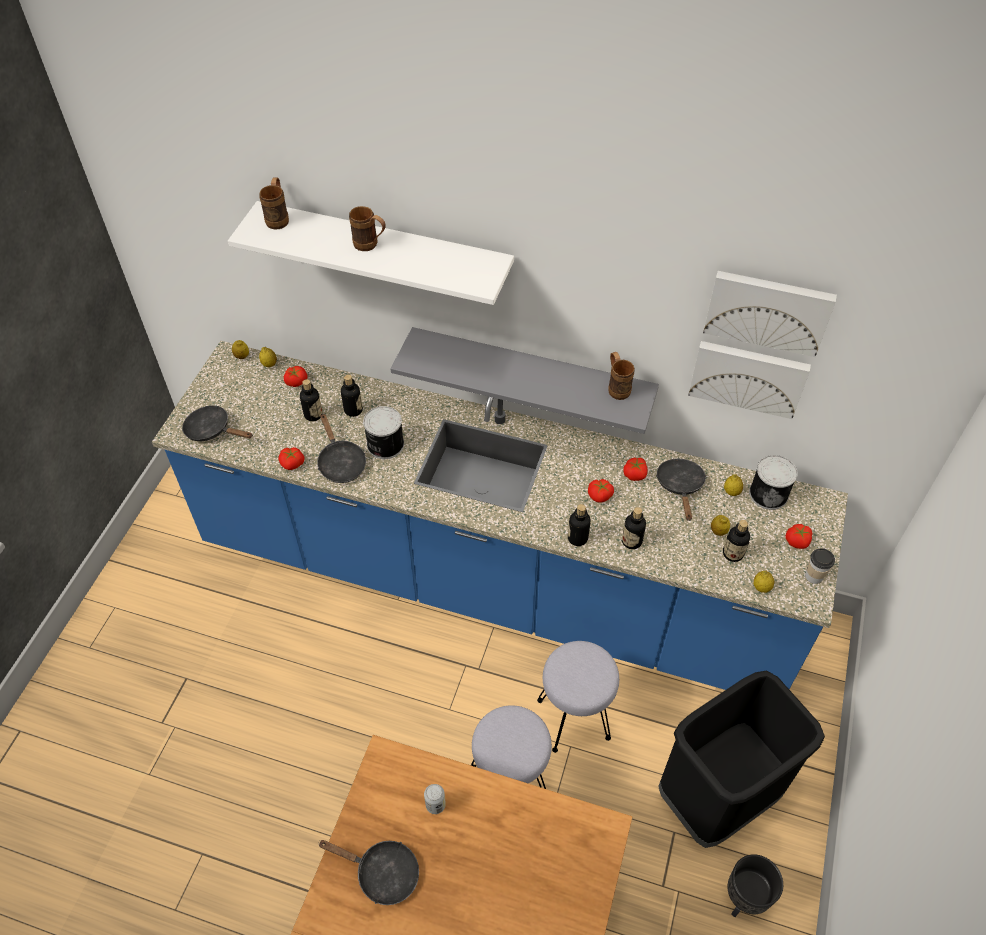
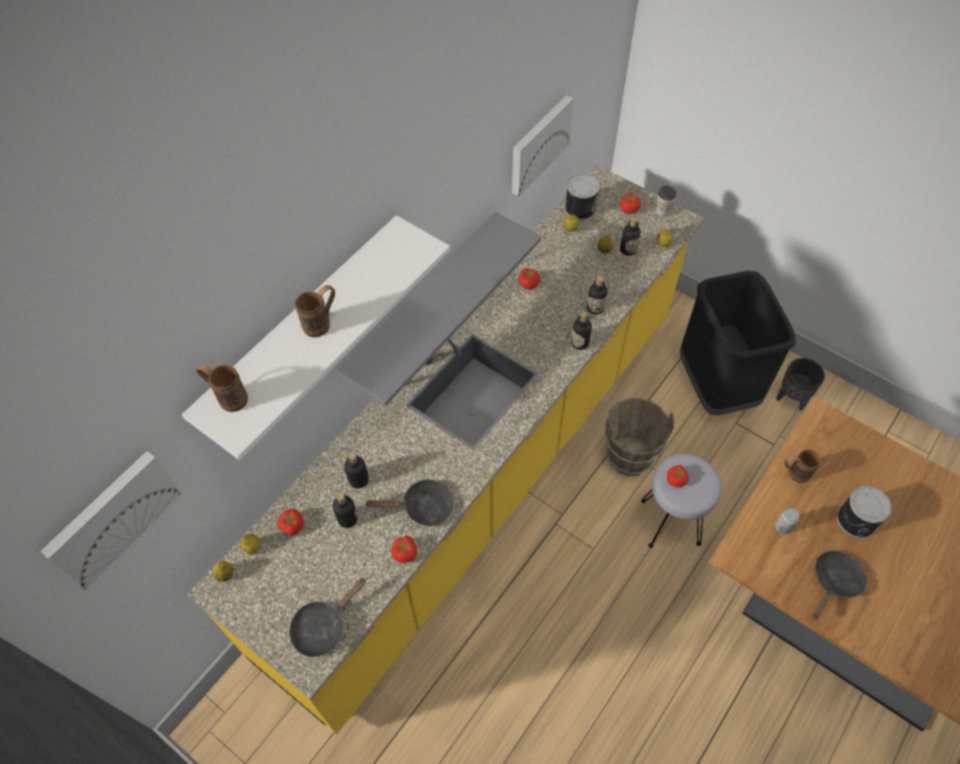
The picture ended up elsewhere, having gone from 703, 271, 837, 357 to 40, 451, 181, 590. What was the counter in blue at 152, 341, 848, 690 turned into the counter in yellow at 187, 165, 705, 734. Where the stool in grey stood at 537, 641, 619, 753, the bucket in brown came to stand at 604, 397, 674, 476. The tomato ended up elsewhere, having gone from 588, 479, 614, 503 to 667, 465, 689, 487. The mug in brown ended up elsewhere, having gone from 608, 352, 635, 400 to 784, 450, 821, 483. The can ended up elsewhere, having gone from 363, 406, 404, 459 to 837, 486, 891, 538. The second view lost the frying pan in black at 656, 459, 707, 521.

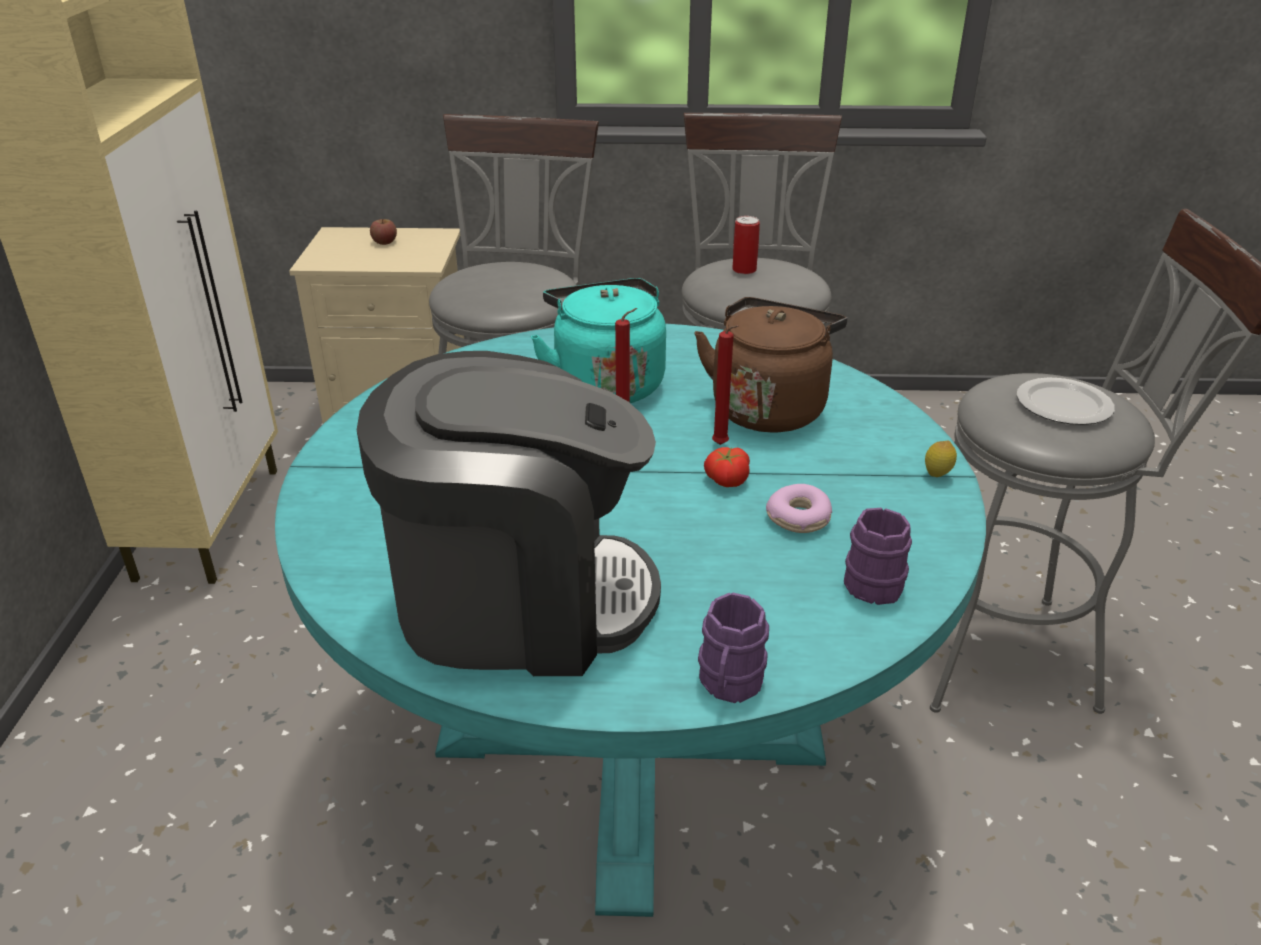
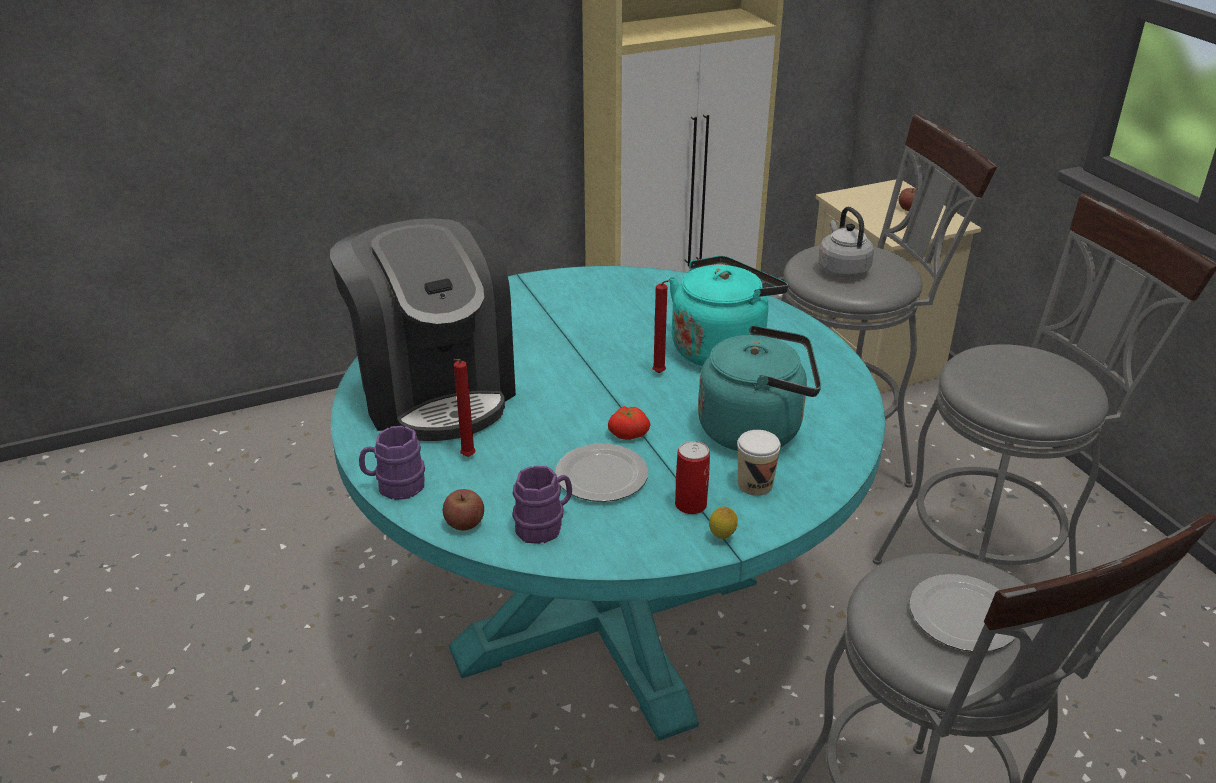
The second view gained the apple at 443, 489, 484, 530. The candle in red ended up elsewhere, having gone from 712, 325, 739, 445 to 453, 359, 476, 457. Where the donut stood at 766, 484, 832, 533, the plate came to stand at 555, 444, 648, 502. The can ended up elsewhere, having gone from 732, 216, 760, 274 to 675, 441, 710, 514. What was the kettle in brown at 694, 297, 847, 433 turned into the kettle in turquoise at 698, 325, 821, 451. The second view gained the cup at 737, 430, 781, 496. The second view gained the kettle in grey at 819, 207, 874, 278.

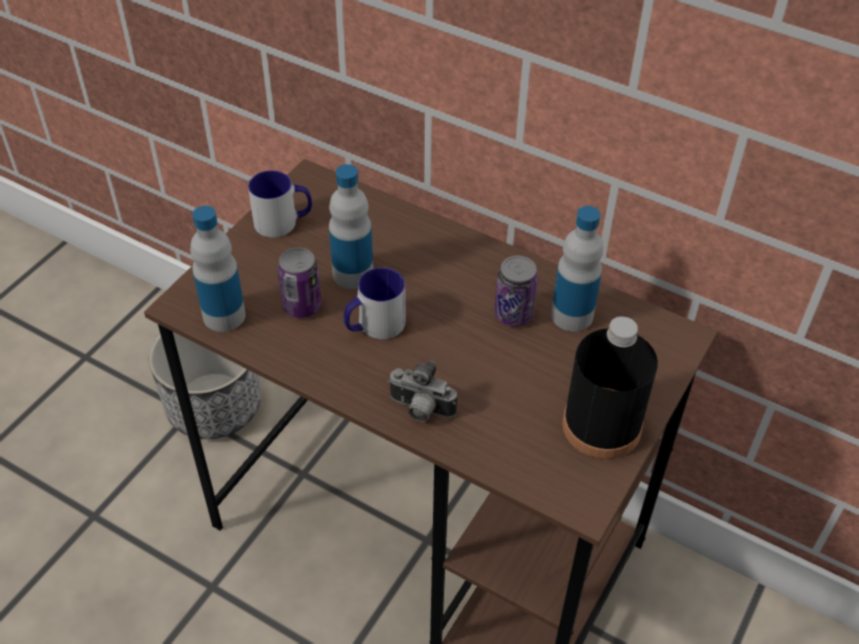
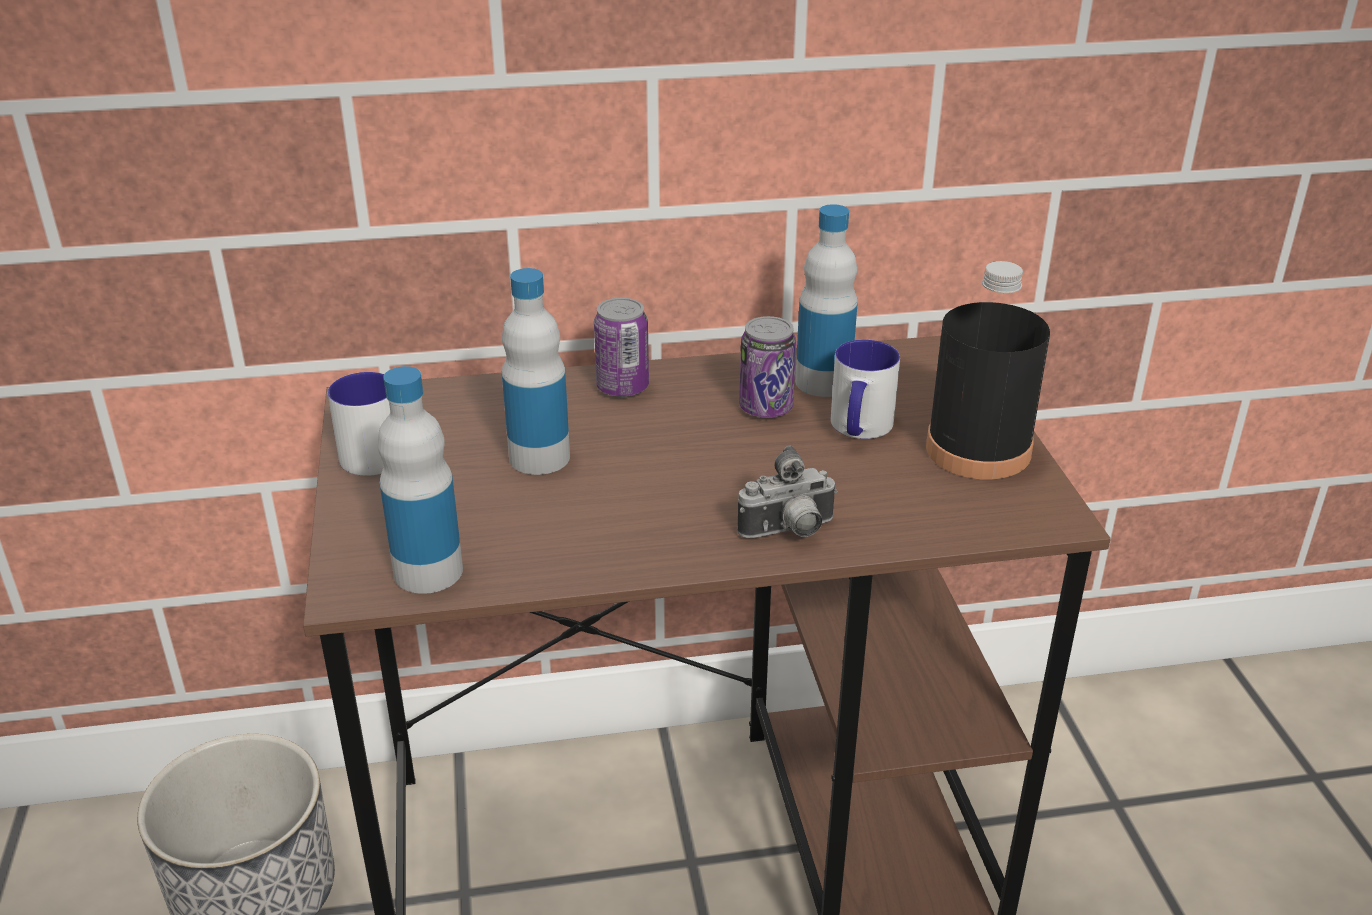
The can ended up elsewhere, having gone from 277, 247, 322, 318 to 594, 298, 649, 397. The mug ended up elsewhere, having gone from 344, 267, 406, 339 to 831, 340, 900, 439.

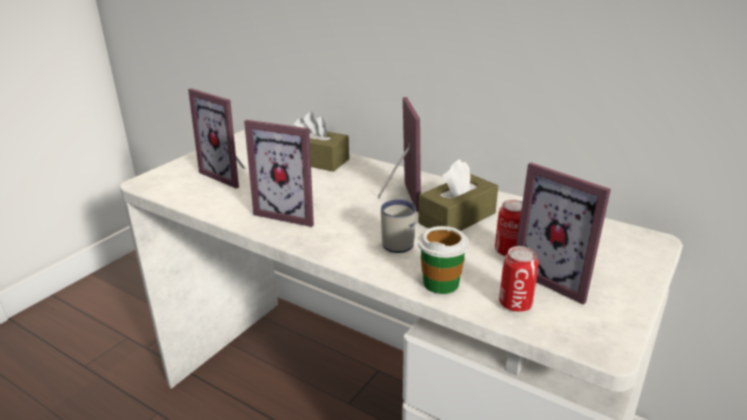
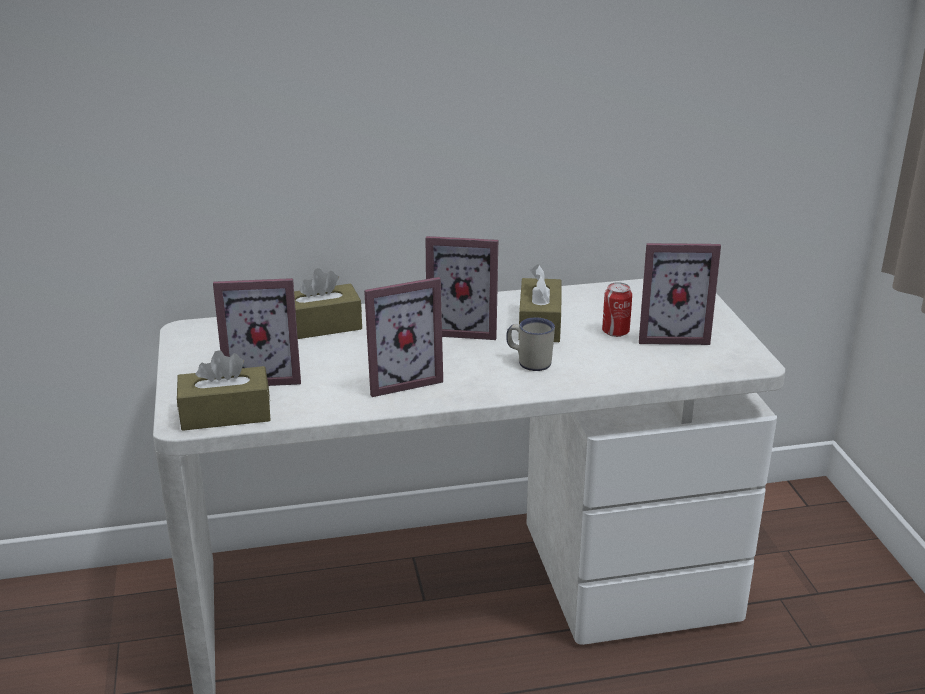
The second view gained the tissue box in brown at 177, 350, 271, 431. The picture frame at 378, 97, 421, 212 ended up facing another way, 150 degrees clockwise from before. The second view lost the cup at 418, 226, 469, 294. The second view lost the can at 499, 246, 539, 312.

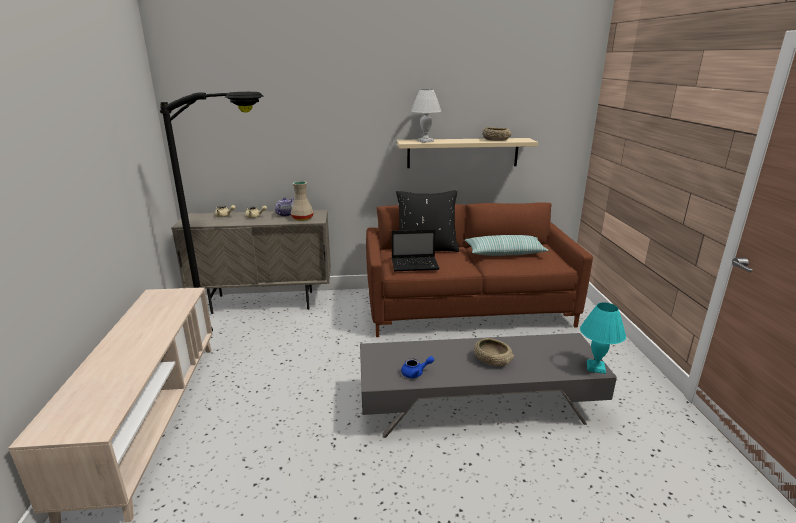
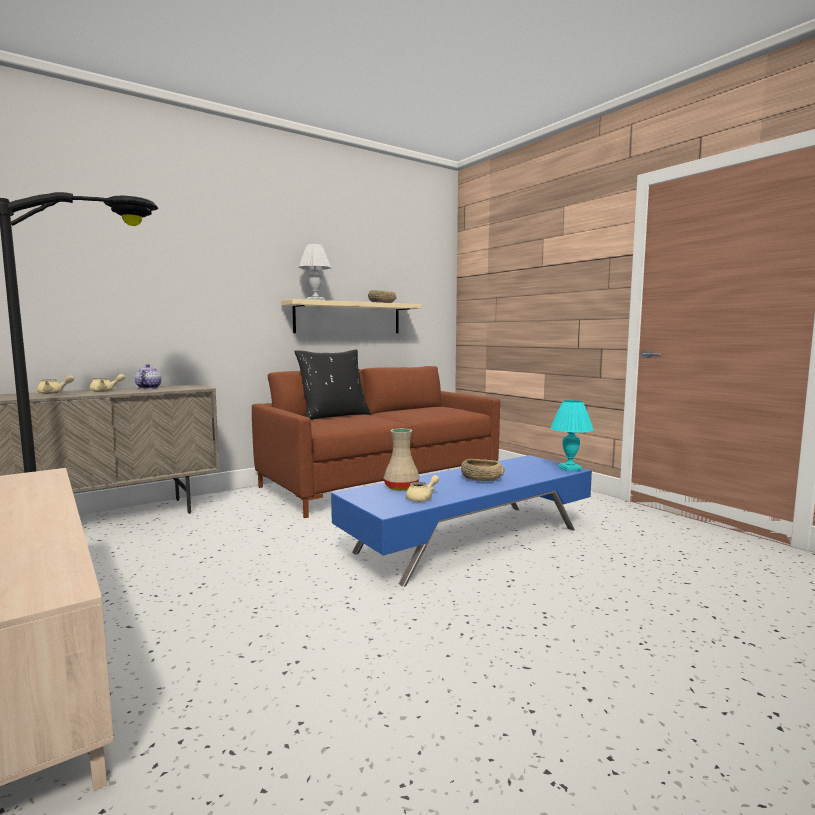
What was the coffee table in grey at 360, 333, 617, 438 turned into the coffee table in blue at 331, 455, 592, 587. The vase in beige ended up elsewhere, having gone from 291, 181, 314, 221 to 384, 429, 419, 490. What was the teapot in blue at 401, 356, 434, 378 turned into the teapot in beige at 406, 475, 439, 502. The second view lost the laptop at 392, 229, 440, 271. The second view lost the pillow at 465, 235, 549, 256.

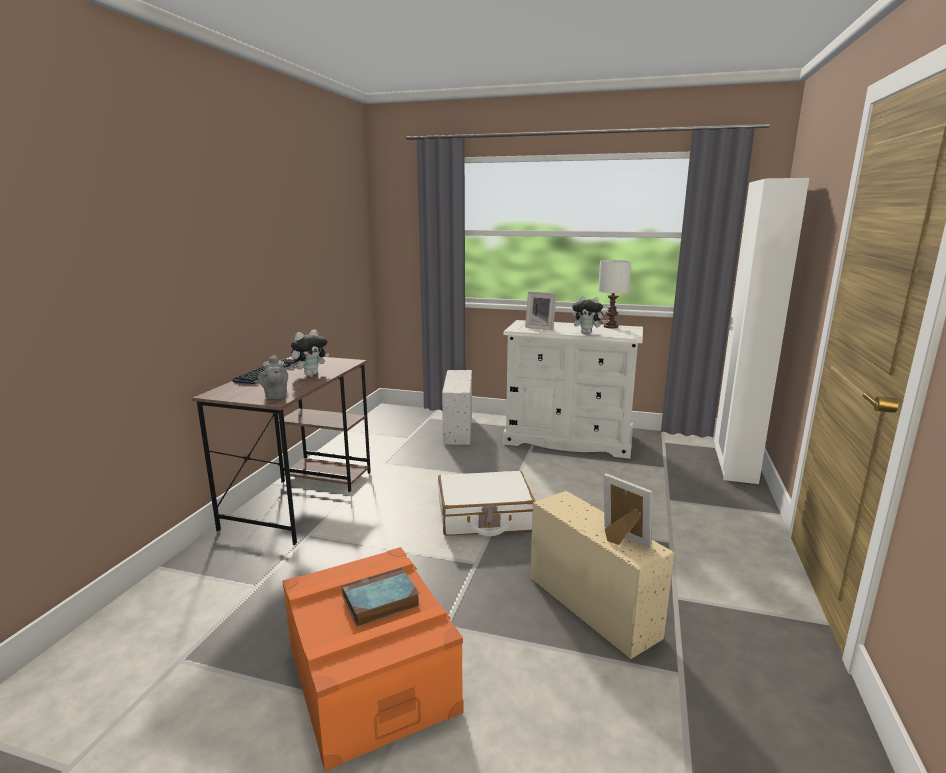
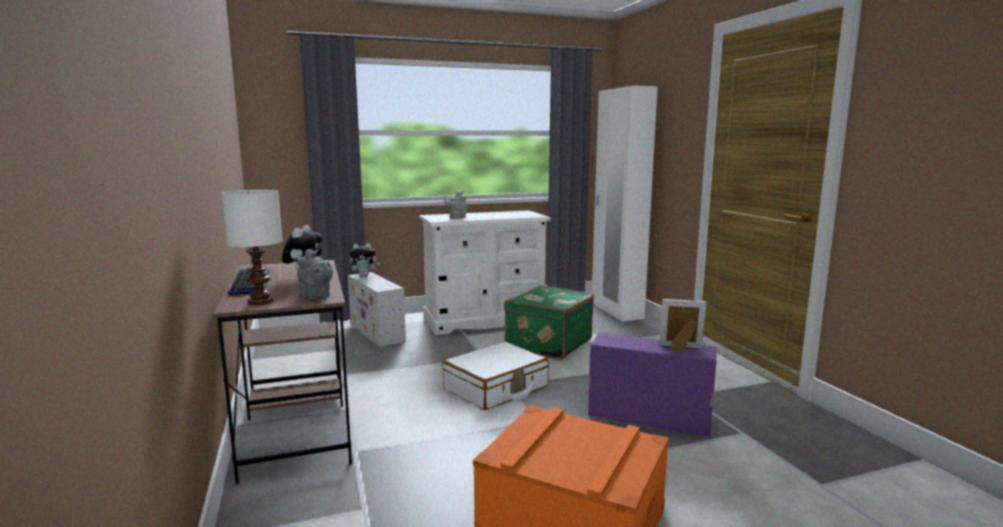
The table lamp in white ended up elsewhere, having gone from 598, 260, 631, 328 to 222, 190, 282, 305. The plush toy ended up elsewhere, having gone from 572, 296, 607, 334 to 349, 244, 380, 277. Where the picture frame stood at 525, 291, 557, 330, the teapot in grey came to stand at 444, 191, 467, 219. The second view gained the suitcase in green at 504, 285, 594, 360. What was the storage box in beige at 530, 491, 674, 659 turned into the storage box in purple at 588, 333, 717, 437. The second view lost the book at 342, 568, 420, 626.

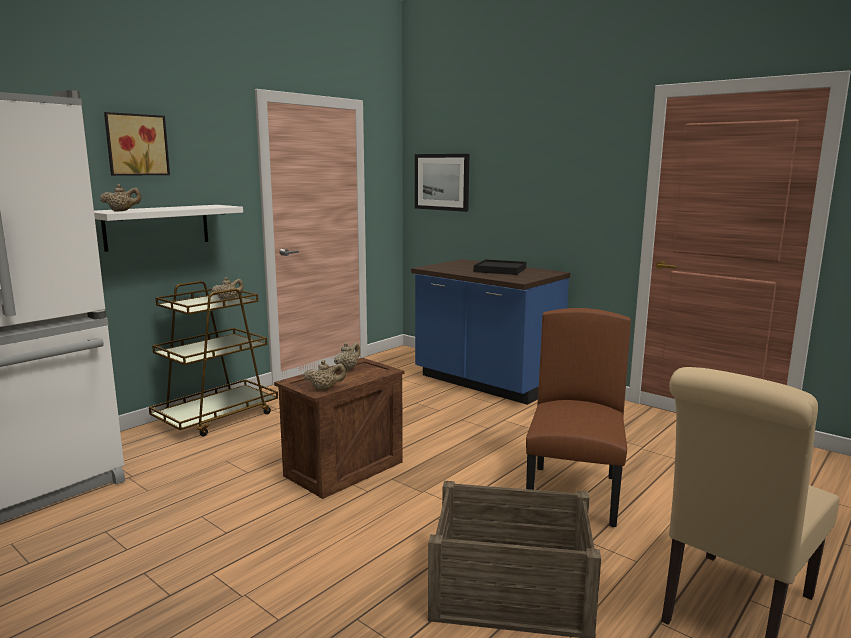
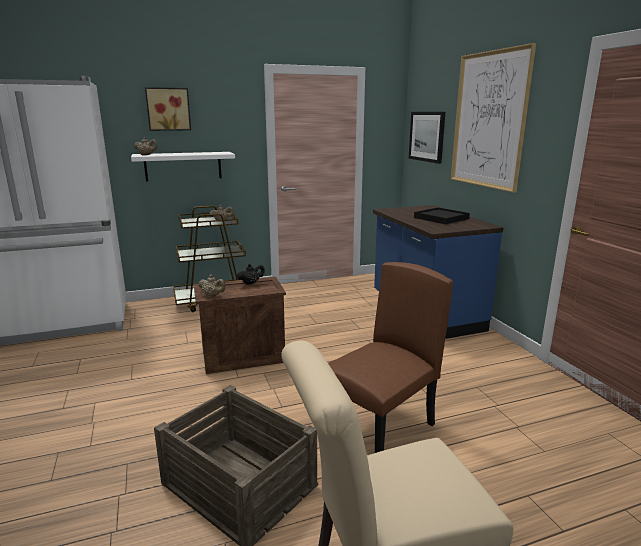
What was the teapot in beige at 334, 342, 360, 371 turned into the teapot in black at 237, 264, 265, 285. The second view gained the picture at 451, 43, 536, 193.

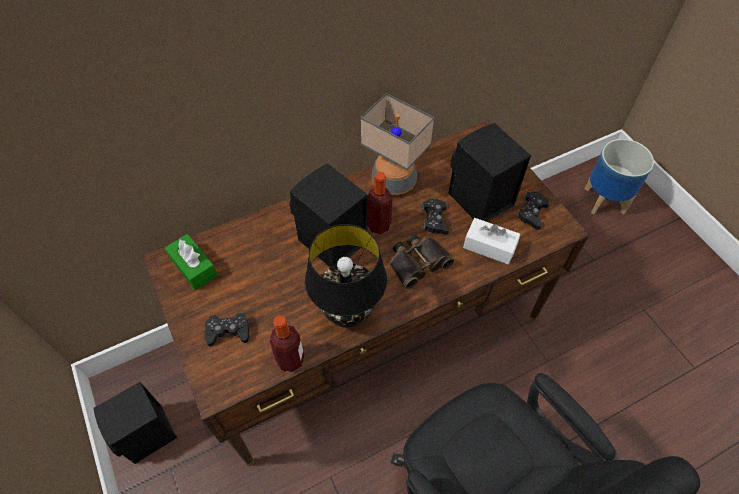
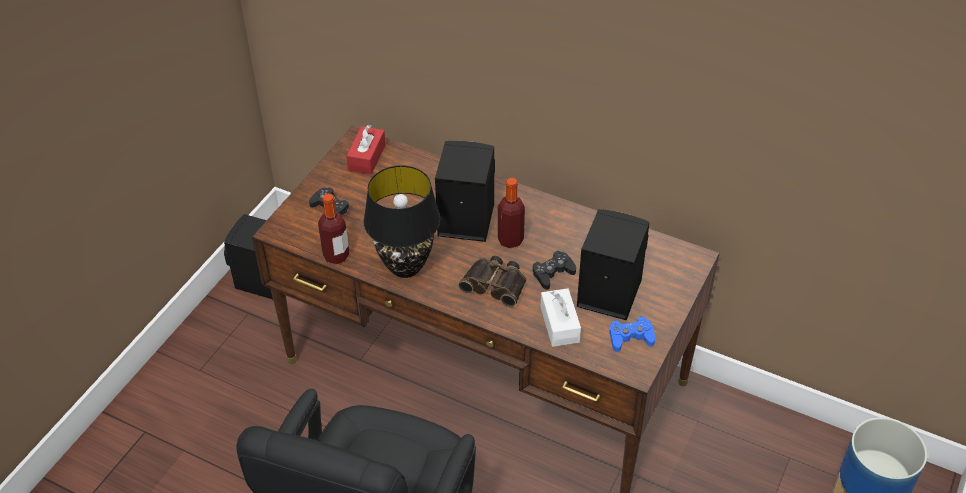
What was the tissue box in green at 165, 234, 218, 290 turned into the tissue box in red at 346, 125, 386, 175. What was the game controller in black at 516, 192, 550, 230 turned into the game controller in blue at 609, 316, 655, 352. The second view lost the table lamp at 361, 93, 434, 195.

